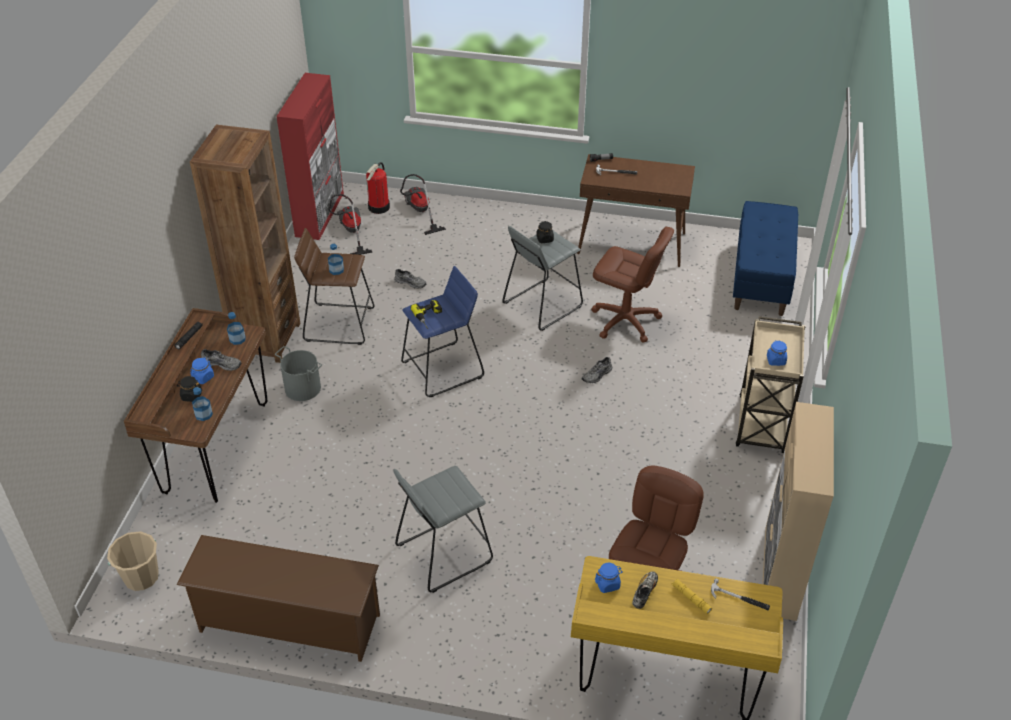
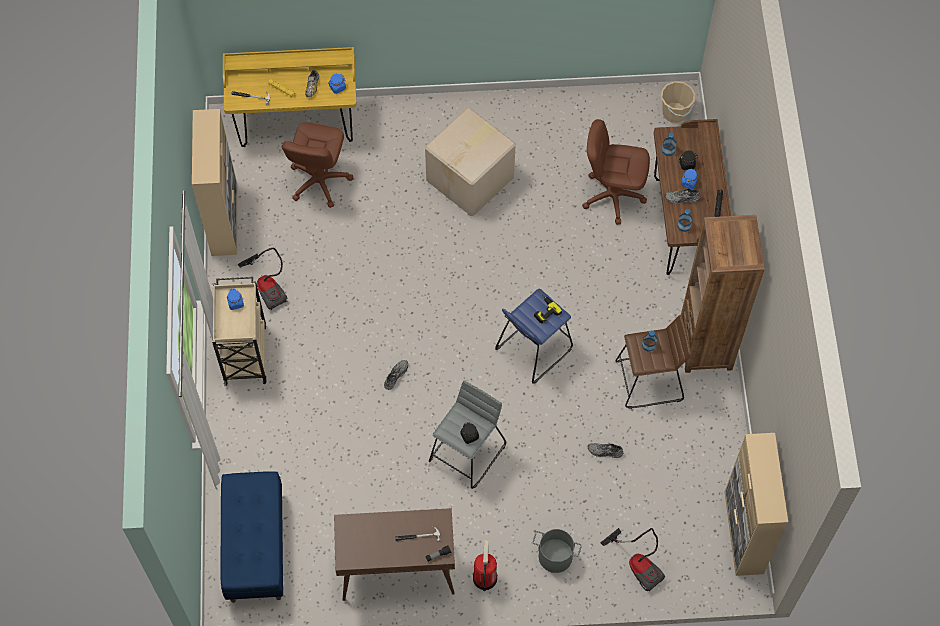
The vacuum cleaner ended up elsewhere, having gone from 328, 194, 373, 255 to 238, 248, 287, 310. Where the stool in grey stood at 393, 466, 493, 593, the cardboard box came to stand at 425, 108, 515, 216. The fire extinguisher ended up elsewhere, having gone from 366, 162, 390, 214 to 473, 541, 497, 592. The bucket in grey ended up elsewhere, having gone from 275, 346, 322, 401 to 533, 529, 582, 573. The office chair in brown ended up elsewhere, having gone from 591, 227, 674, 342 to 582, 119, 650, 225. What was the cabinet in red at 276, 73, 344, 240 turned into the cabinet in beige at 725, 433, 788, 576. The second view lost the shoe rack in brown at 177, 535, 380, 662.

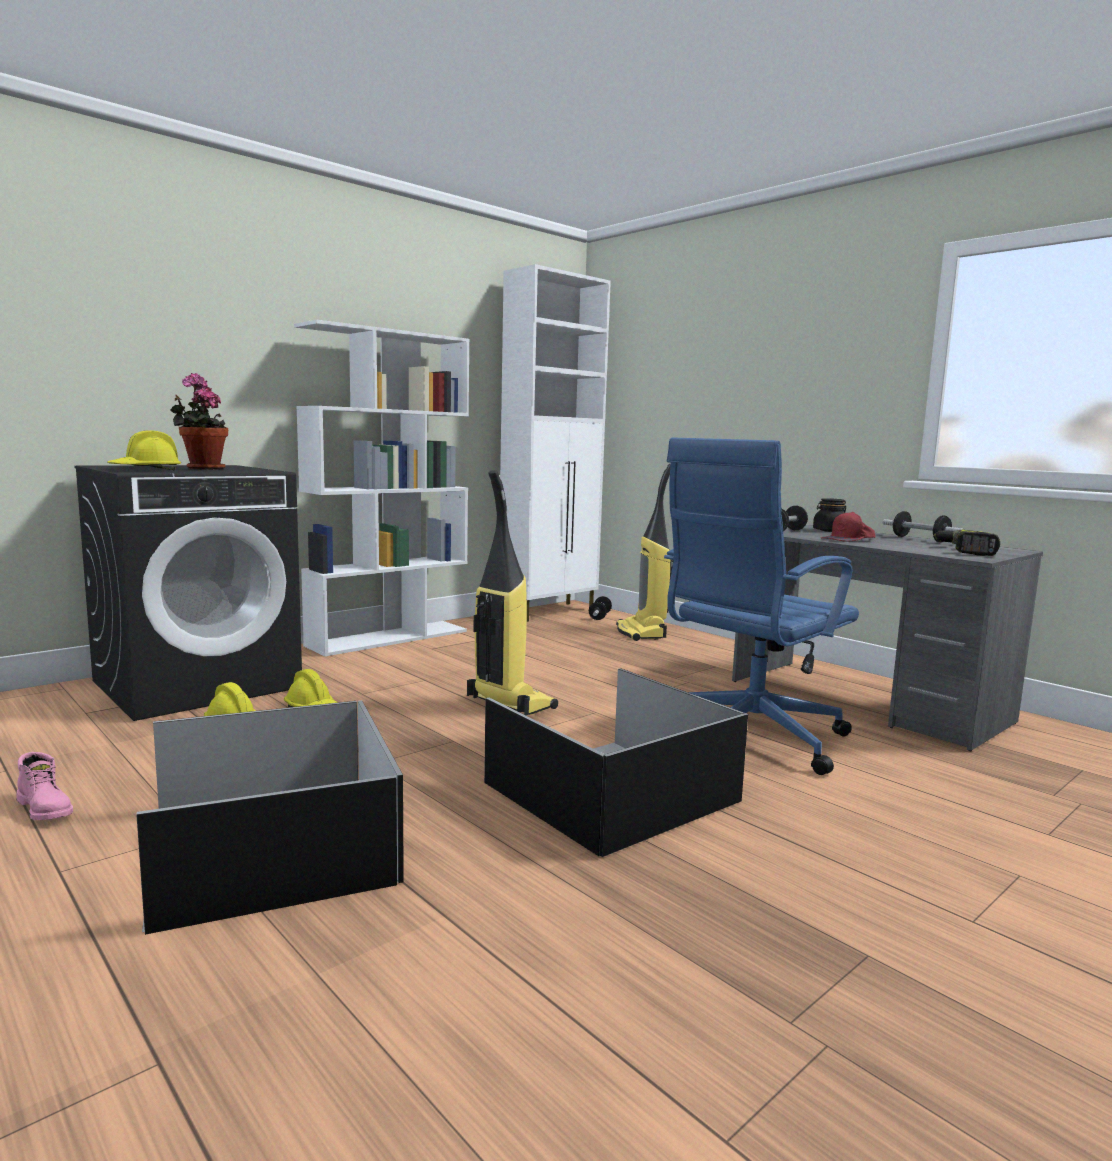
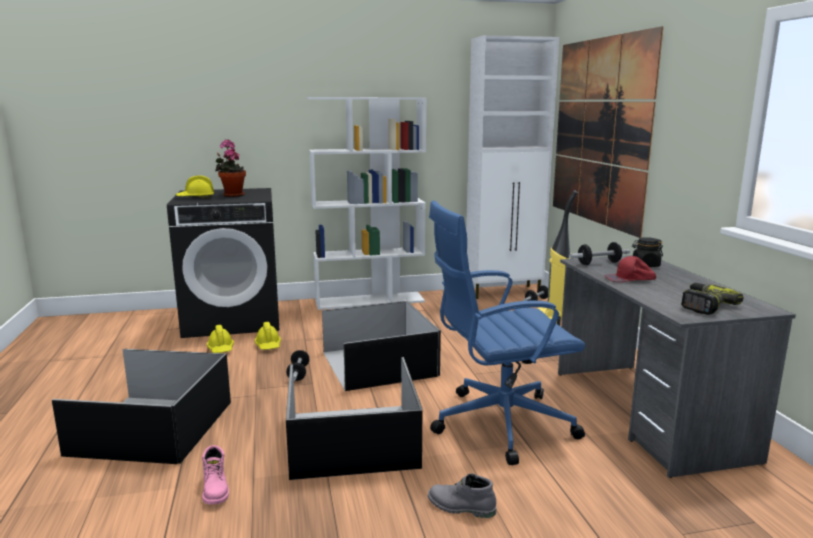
The boot in pink ended up elsewhere, having gone from 16, 752, 73, 820 to 202, 445, 229, 505. The dumbbell ended up elsewhere, having gone from 883, 511, 965, 542 to 286, 350, 310, 381. Where the vacuum cleaner stood at 467, 470, 558, 715, the storage box in black came to stand at 322, 301, 441, 391. The second view gained the boot in grey at 428, 473, 496, 518. The second view gained the picture at 553, 26, 664, 238.

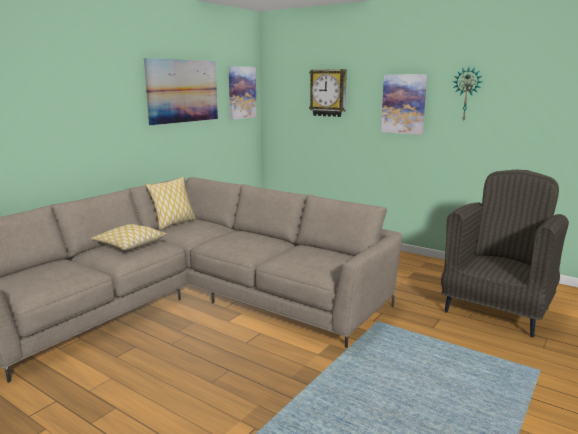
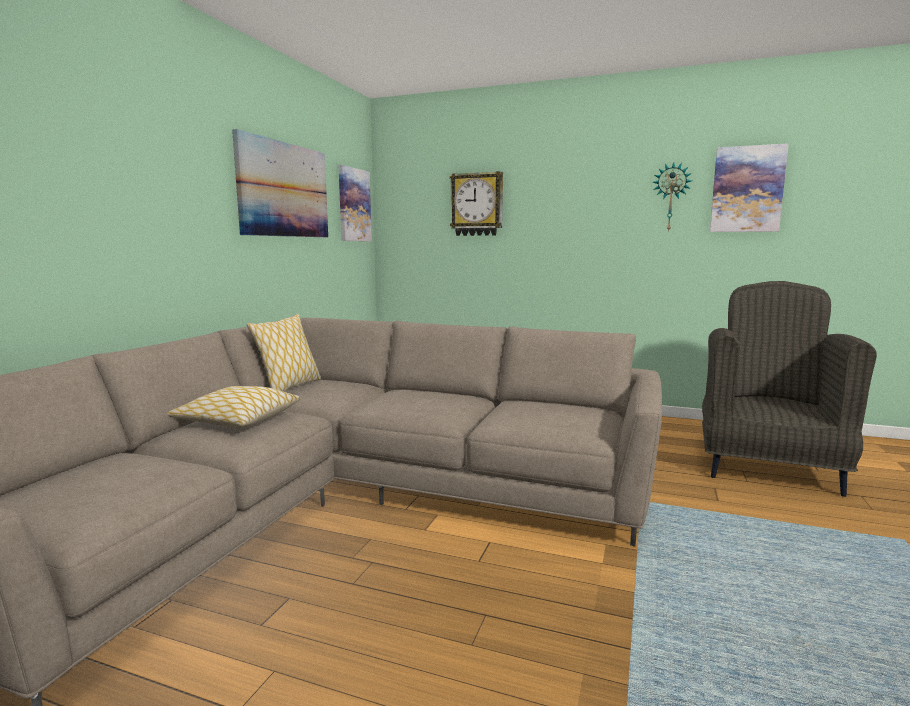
The picture ended up elsewhere, having gone from 381, 74, 427, 135 to 710, 143, 789, 232.

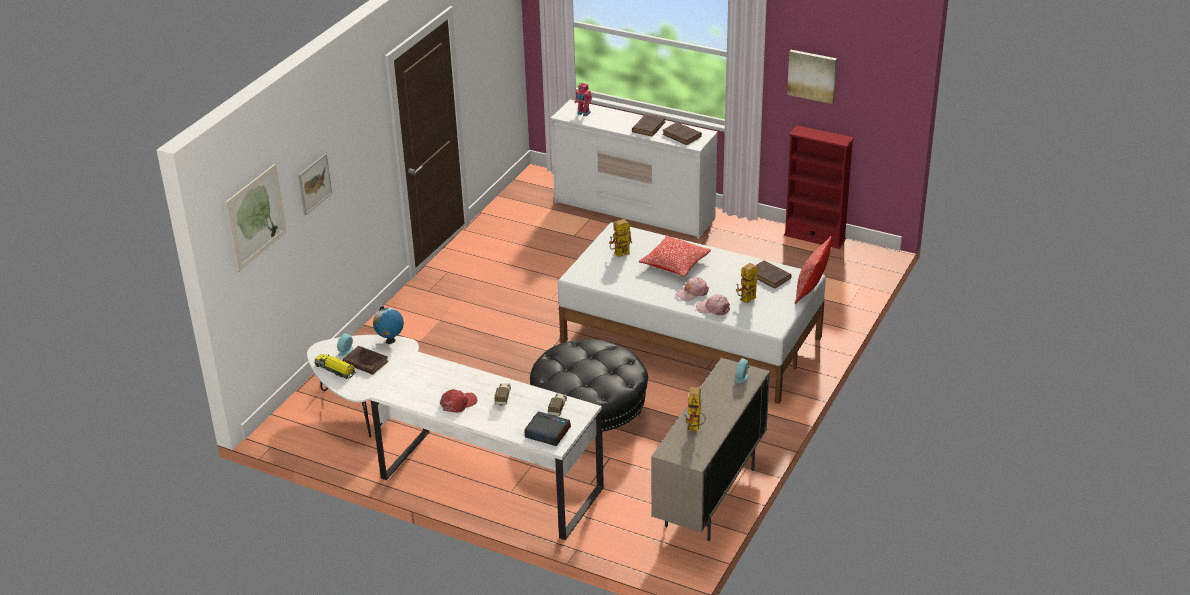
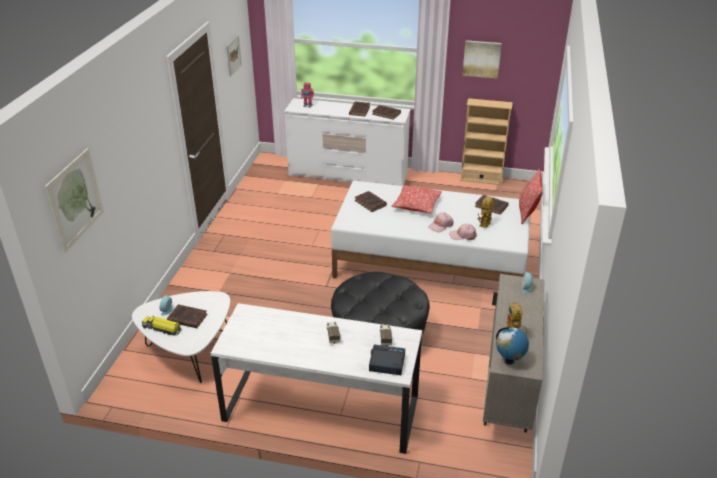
The picture ended up elsewhere, having gone from 298, 154, 332, 215 to 226, 36, 241, 76. Where the toy robot stood at 609, 219, 632, 257, the book in brown came to stand at 355, 191, 387, 212. What was the bookcase in red at 784, 125, 854, 249 turned into the bookcase in beige at 460, 98, 513, 185. The globe ended up elsewhere, having gone from 373, 306, 404, 344 to 496, 327, 529, 364. The second view lost the cap in red at 440, 389, 477, 413.

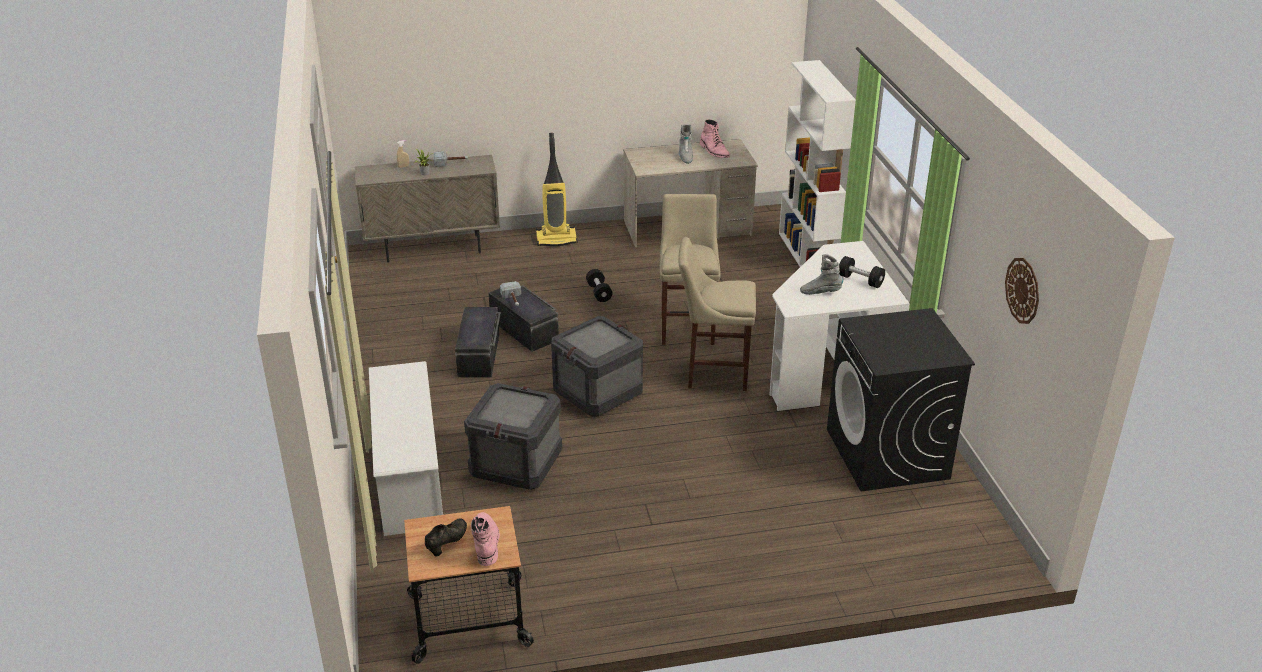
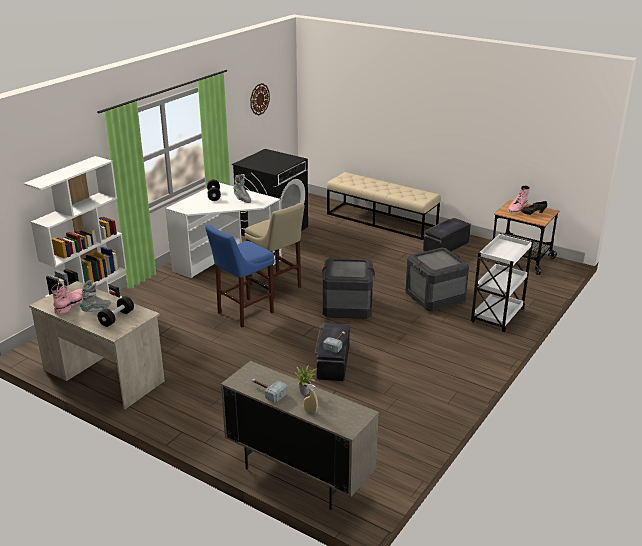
The dumbbell in black ended up elsewhere, having gone from 586, 269, 612, 302 to 98, 296, 134, 327. What was the stool in beige at 660, 194, 721, 345 turned into the stool in blue at 205, 224, 274, 327. The second view gained the bench in beige at 327, 172, 441, 240. The storage box in black ended up elsewhere, having gone from 455, 307, 501, 378 to 423, 218, 471, 252. Where the shoe rack in white stood at 369, 361, 443, 536, the cart in white came to stand at 471, 233, 533, 332. The second view lost the vacuum cleaner at 536, 133, 578, 246.

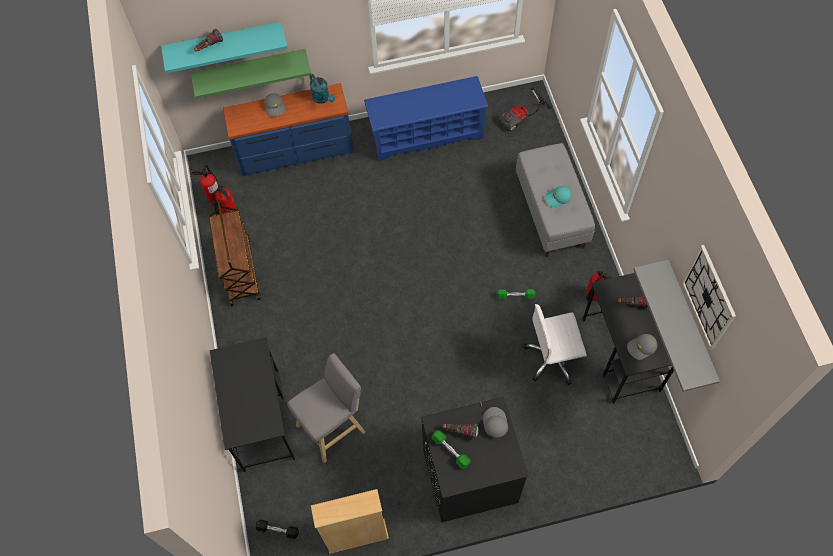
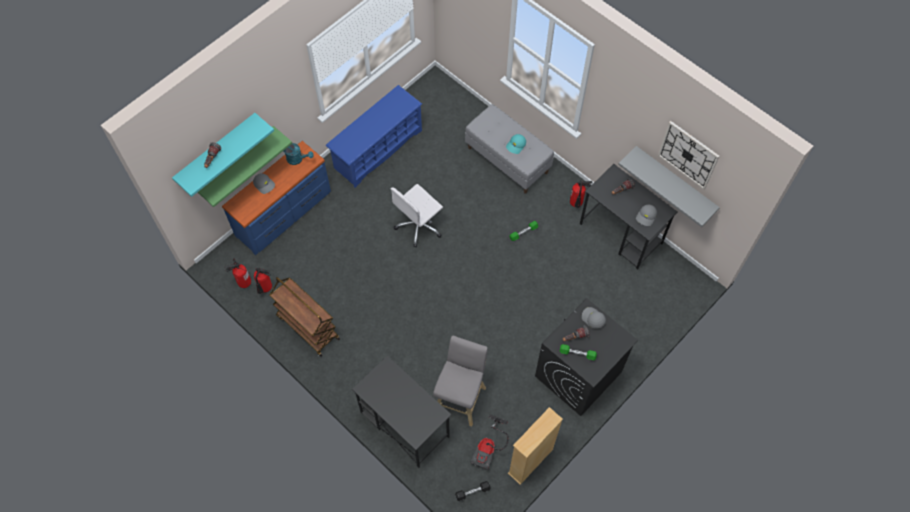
The office chair in white ended up elsewhere, having gone from 523, 304, 587, 385 to 391, 184, 443, 248. The vacuum cleaner ended up elsewhere, having gone from 499, 88, 552, 132 to 471, 414, 509, 470.

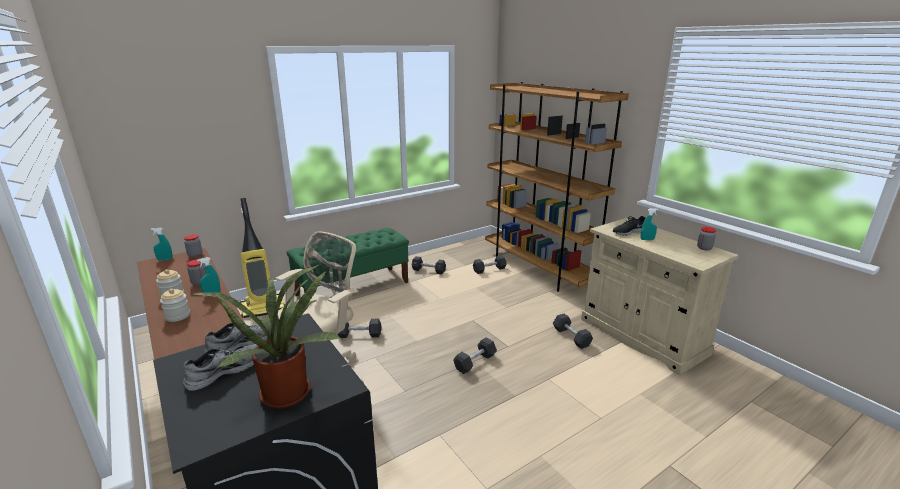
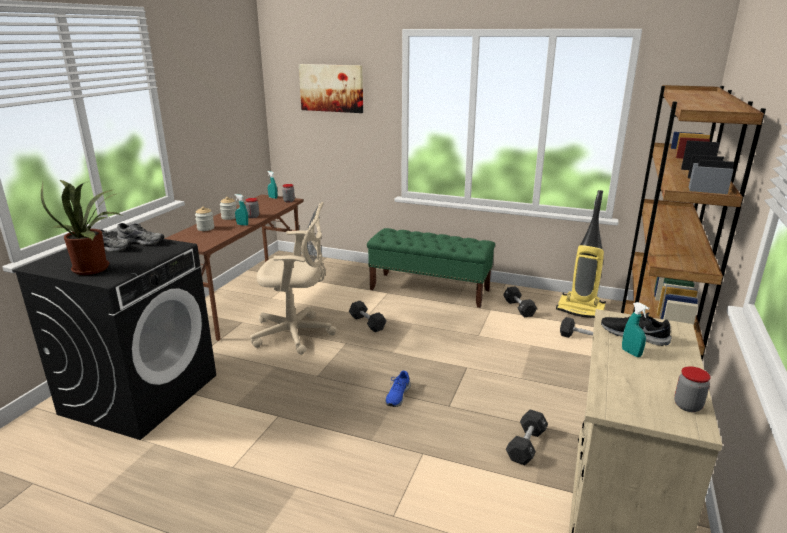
The second view gained the picture at 299, 64, 363, 113. Where the dumbbell in black stood at 453, 338, 497, 374, the shoe in blue came to stand at 385, 371, 411, 407. The vacuum cleaner ended up elsewhere, having gone from 240, 198, 285, 318 to 556, 190, 606, 318.

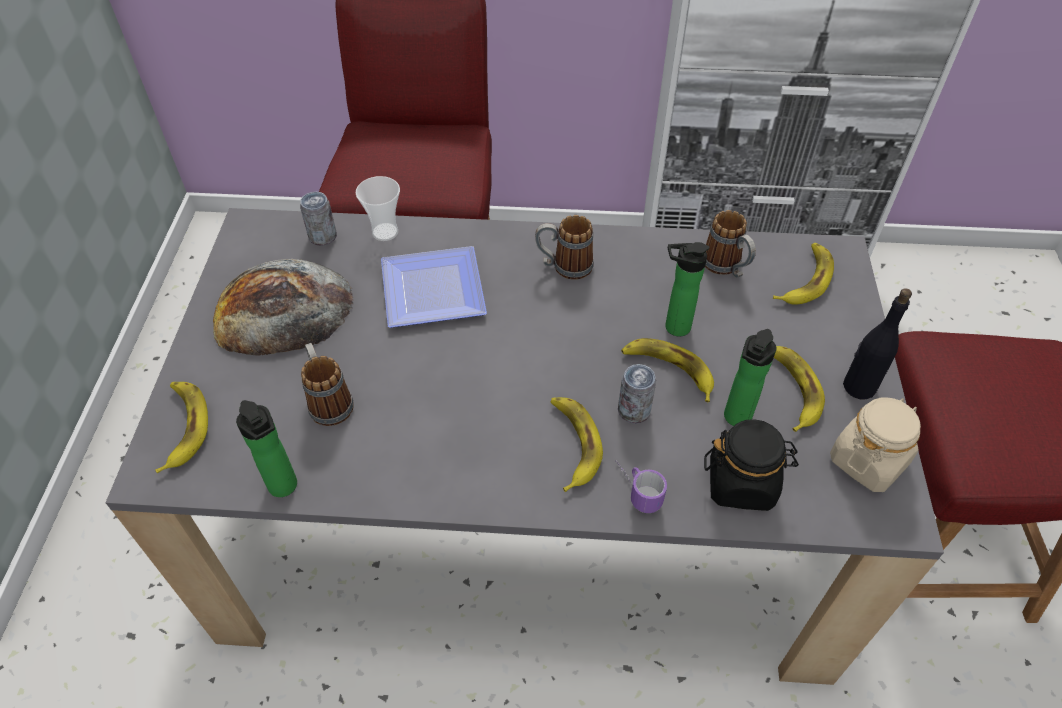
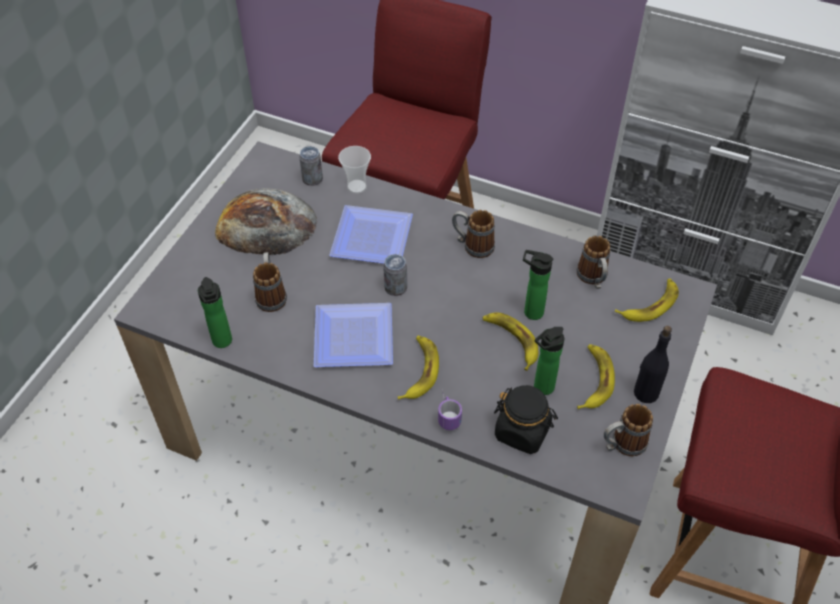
The second view gained the plate at 314, 303, 393, 367. The can ended up elsewhere, having gone from 618, 364, 656, 424 to 383, 254, 407, 296. Where the jar in beige stood at 830, 397, 921, 492, the mug came to stand at 604, 404, 653, 456. The second view lost the banana at 155, 382, 208, 473.

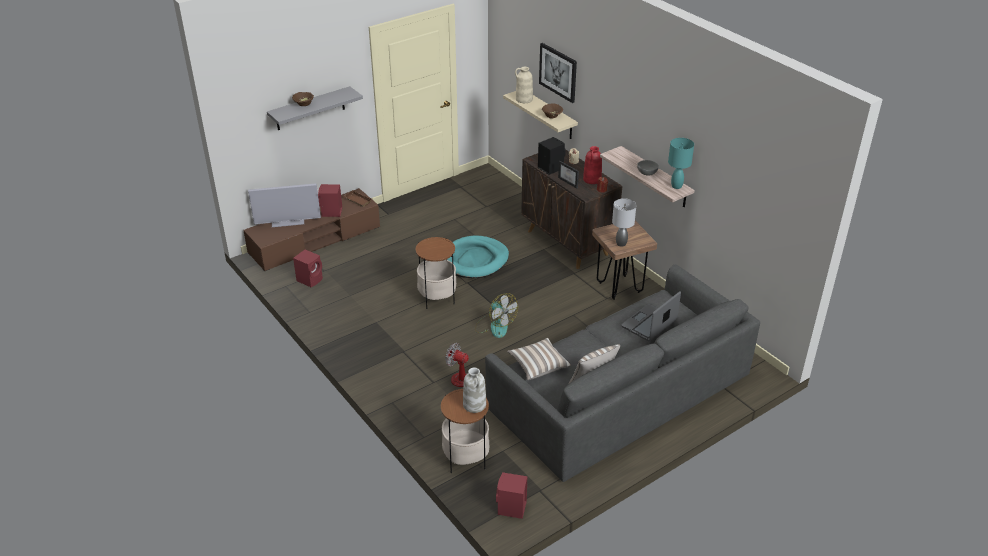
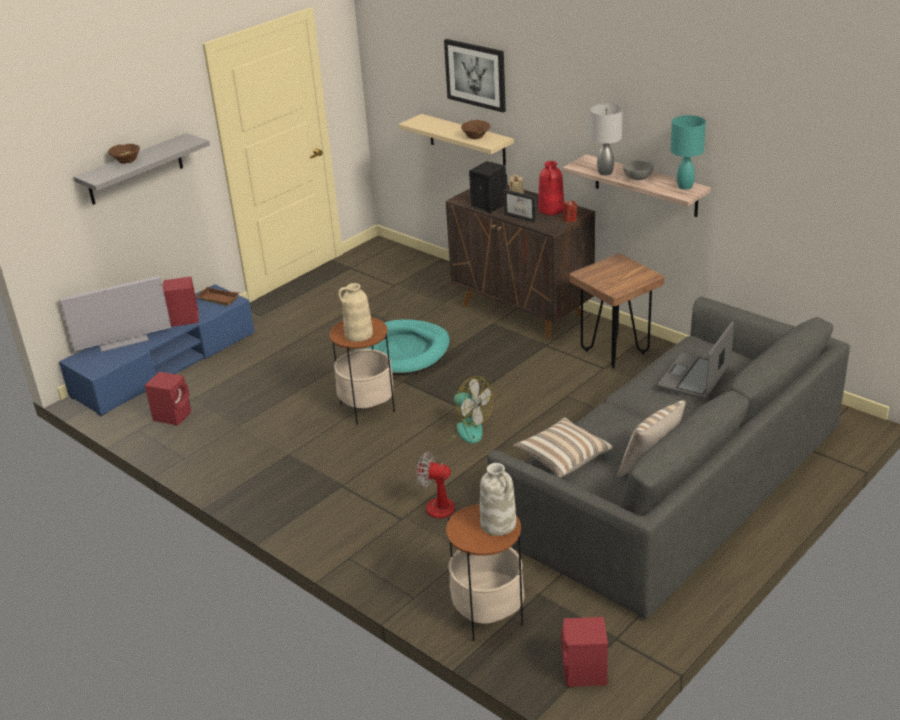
What was the tv stand in brown at 243, 188, 380, 272 turned into the tv stand in blue at 59, 284, 255, 416. The vase in beige ended up elsewhere, having gone from 515, 67, 533, 103 to 338, 283, 373, 342. The table lamp in grey ended up elsewhere, having gone from 612, 198, 636, 247 to 590, 104, 623, 175.

